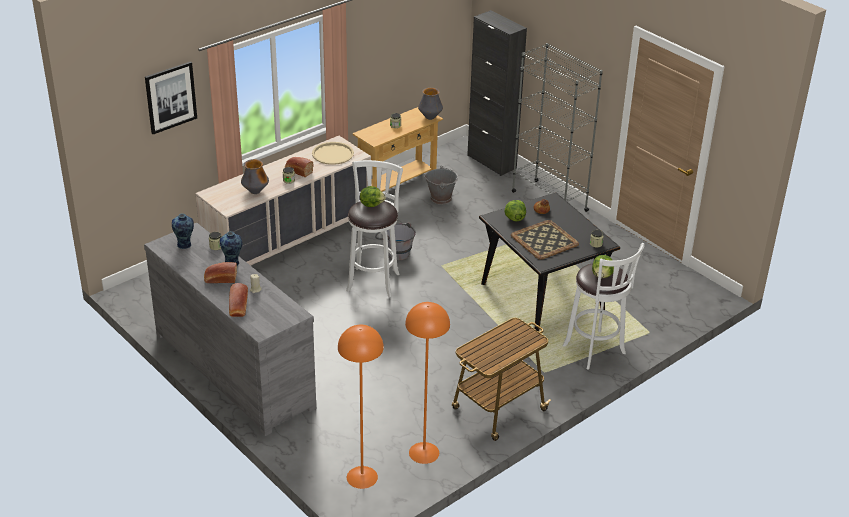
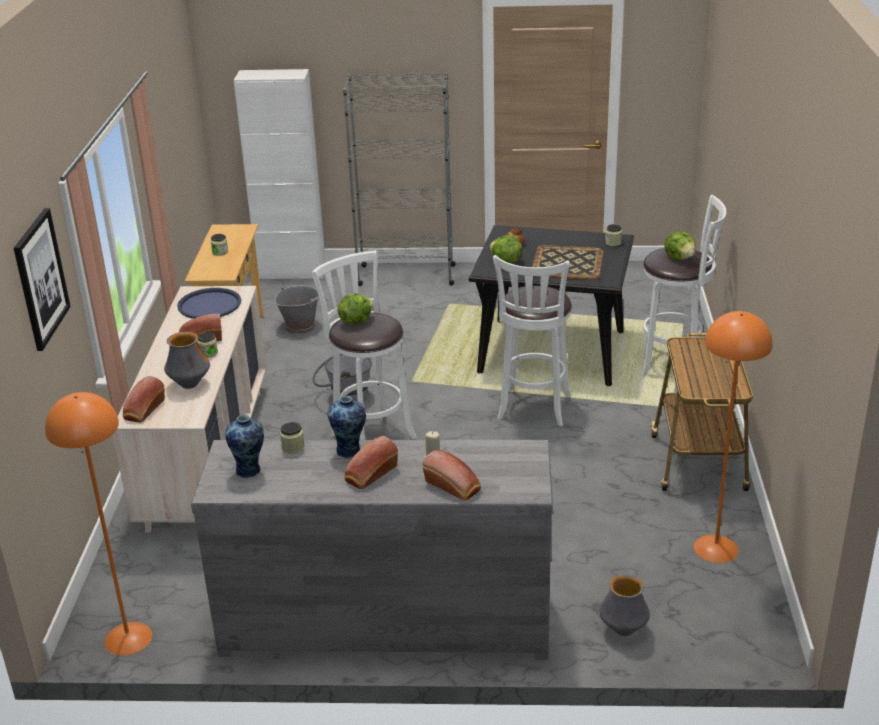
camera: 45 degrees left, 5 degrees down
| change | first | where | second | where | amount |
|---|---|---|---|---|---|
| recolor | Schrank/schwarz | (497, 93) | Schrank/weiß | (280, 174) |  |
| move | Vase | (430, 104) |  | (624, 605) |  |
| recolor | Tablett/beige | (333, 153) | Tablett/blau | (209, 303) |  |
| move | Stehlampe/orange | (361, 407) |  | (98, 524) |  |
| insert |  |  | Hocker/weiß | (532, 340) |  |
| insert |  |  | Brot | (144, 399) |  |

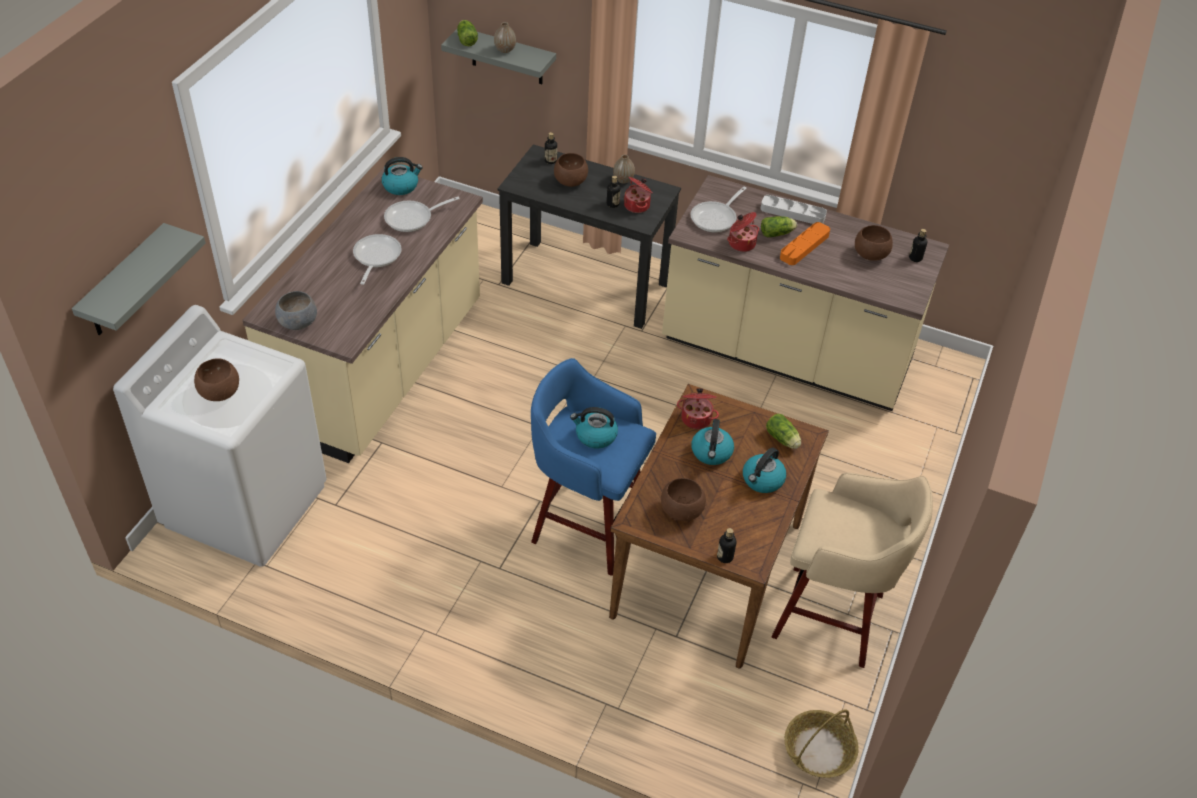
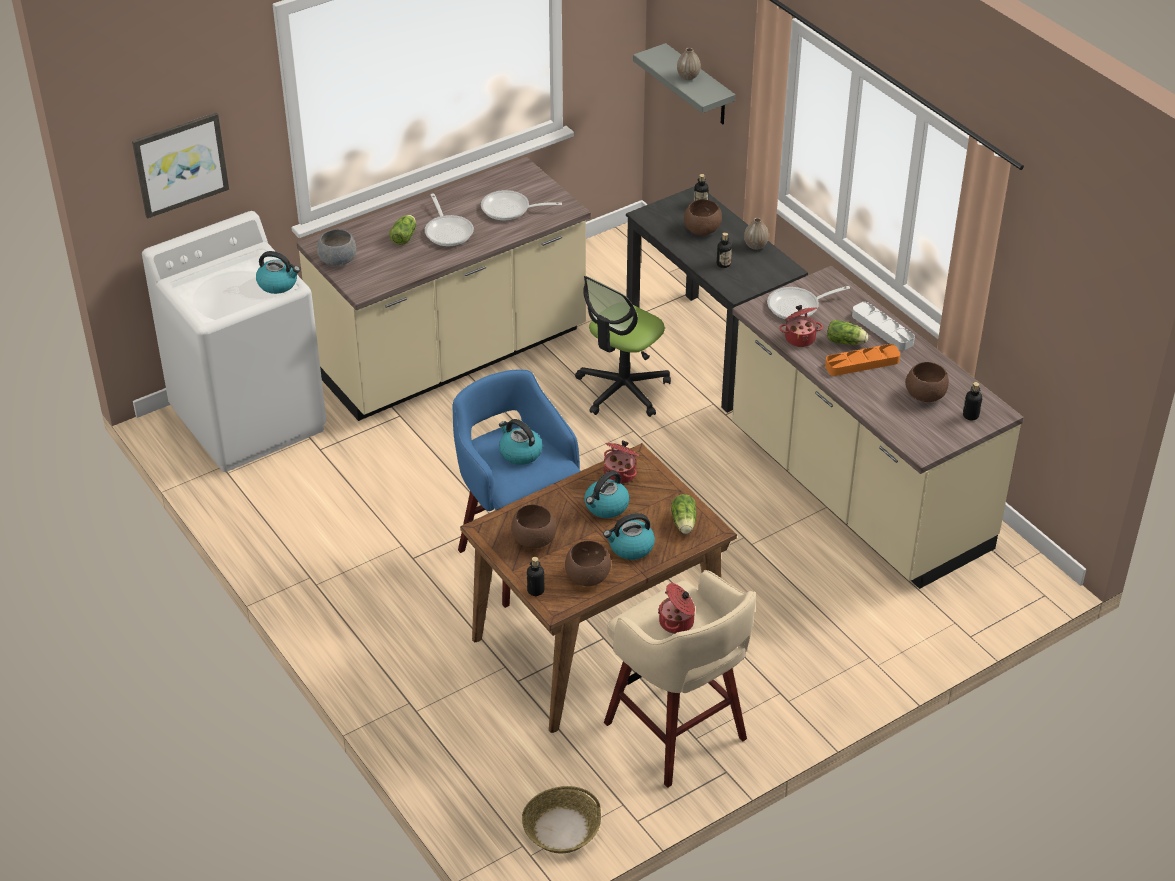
camera: 35 degrees right, 5 degrees down
| change | first | where | second | where | amount |
|---|---|---|---|---|---|
| move | Salatkopf | (467, 33) |  | (402, 230) |  |
| move | Wasserkessel | (402, 176) |  | (278, 272) |  |
| move | Kochtopf | (638, 195) |  | (676, 608) |  |
| replace | Wandregal/grau | (139, 279) | Bild | (180, 166) |  |
| rotate | Pfanne | (377, 259) |  | (449, 220) | 120 degrees clockwise |
| move | Schüssel/braun | (216, 379) |  | (588, 563) |  |
| insert |  |  | Bürostuhl | (623, 346) |  |

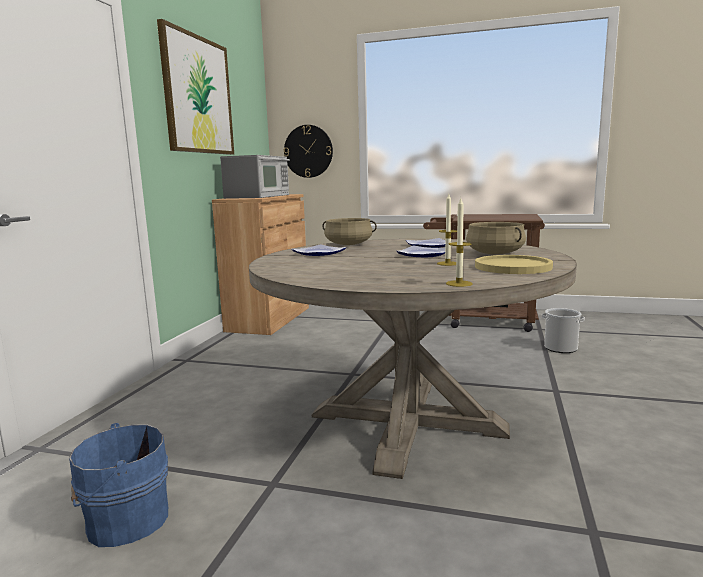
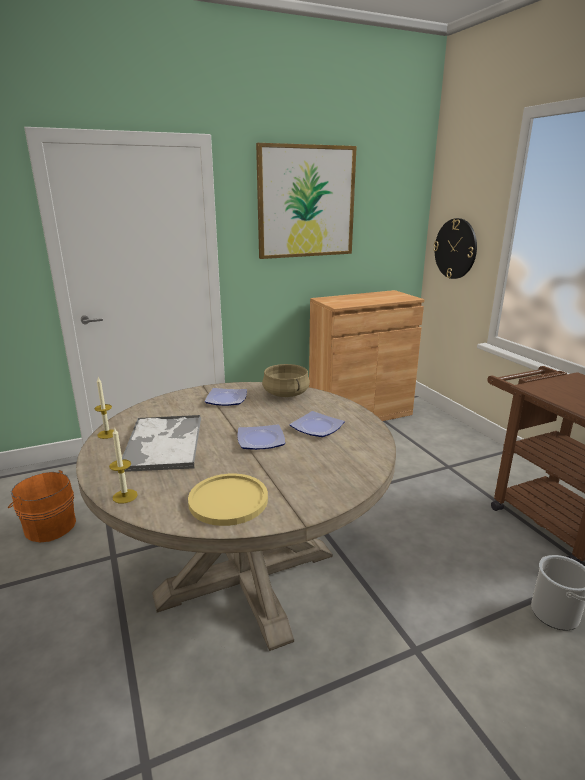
camera: 50 degrees right, 10 degrees up
| change | first | where | second | where | amount |
|---|---|---|---|---|---|
| delete | Mikrowelle | (255, 177) |  |  |  |
| move | Kerze | (447, 230) |  | (104, 408) |  |
| delete | Kochtopf/beige | (496, 238) |  |  |  |
| recolor | Eimer/blau | (118, 485) | Eimer/orange | (42, 506) |  |
| insert |  |  | Tablett | (161, 443) |  |

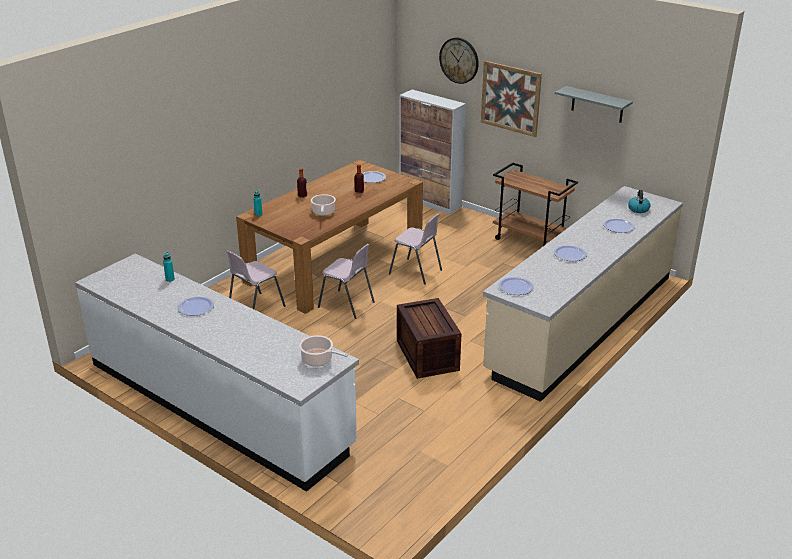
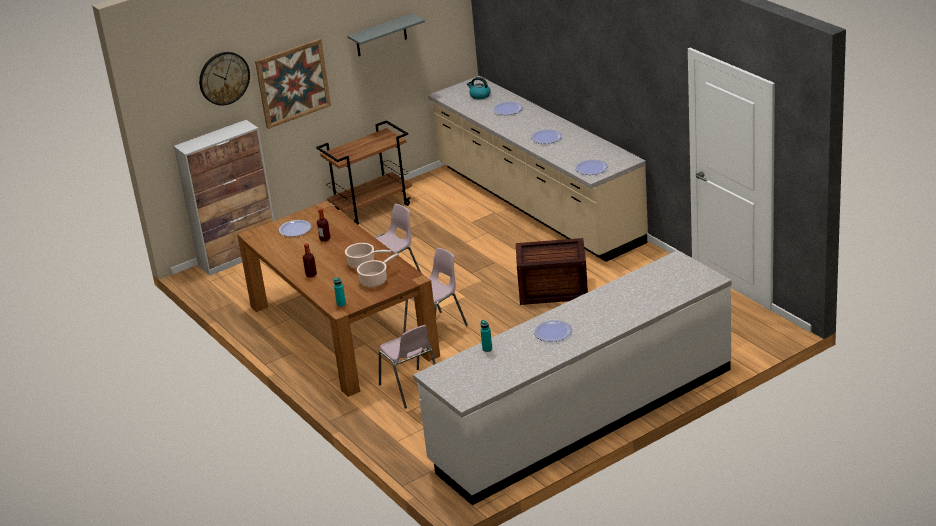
camera: 70 degrees left, 0 degrees up
| change | first | where | second | where | amount |
|---|---|---|---|---|---|
| move | Kochtopf | (323, 351) |  | (378, 270) |  |

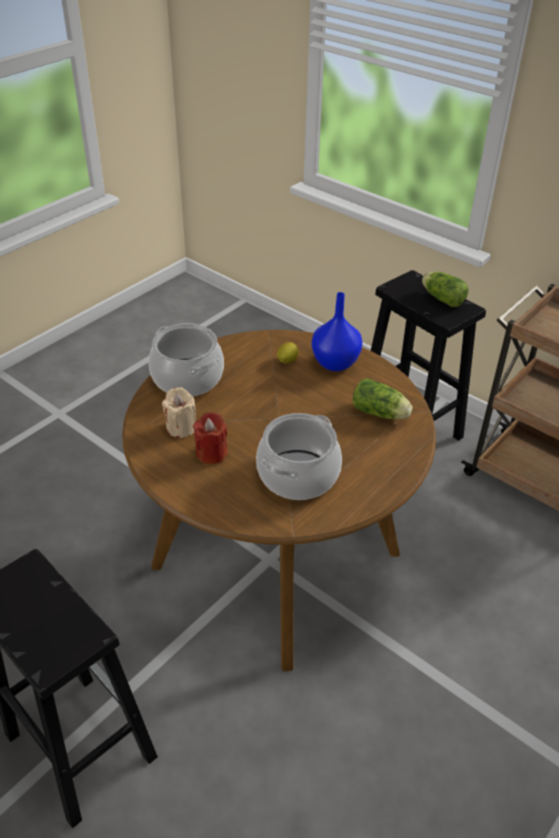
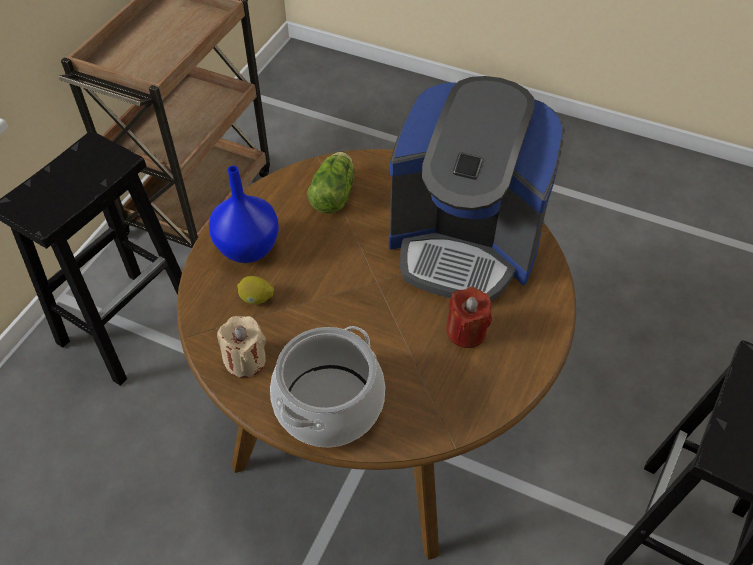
camera: 105 degrees left, 10 degrees up
| change | first | where | second | where | amount |
|---|---|---|---|---|---|
| delete | Salatkopf | (445, 289) |  |  |  |
| move | Kerze/beige | (179, 412) |  | (241, 347) |  |
| replace | Kochtopf | (299, 456) | Kaffeemaschine | (477, 188) |  |

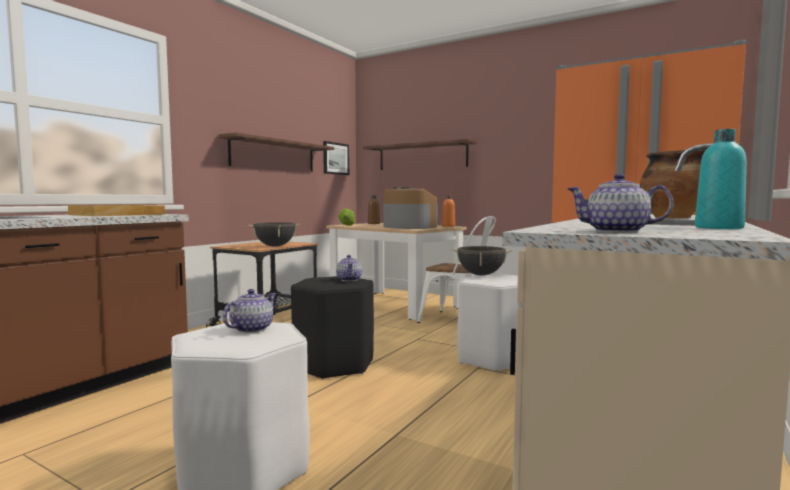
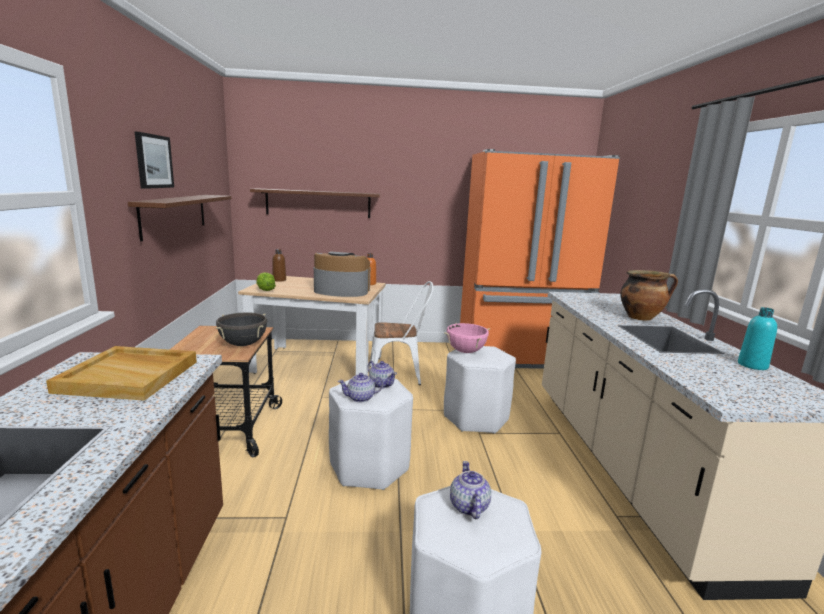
camera: 35 degrees left, 10 degrees up
| change | first | where | second | where | amount |
|---|---|---|---|---|---|
| move | Bild | (336, 158) |  | (154, 160) |  |
| move | Teekanne | (620, 203) |  | (361, 387) |  |
| recolor | Kochtopf/schwarz | (482, 261) | Kochtopf/rosa | (467, 338) |  |
| recolor | Hocker/schwarz | (332, 327) | Hocker/weiß | (371, 434) |  |

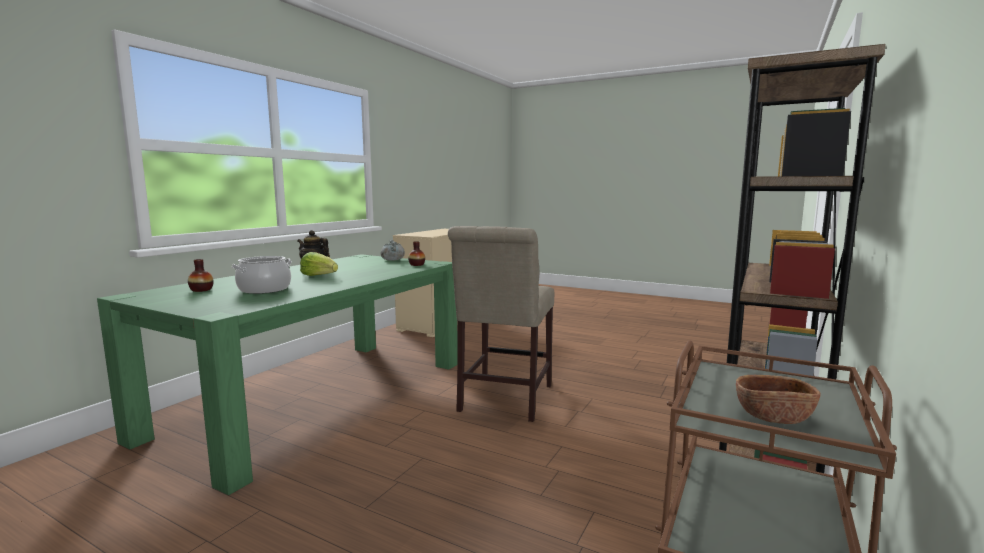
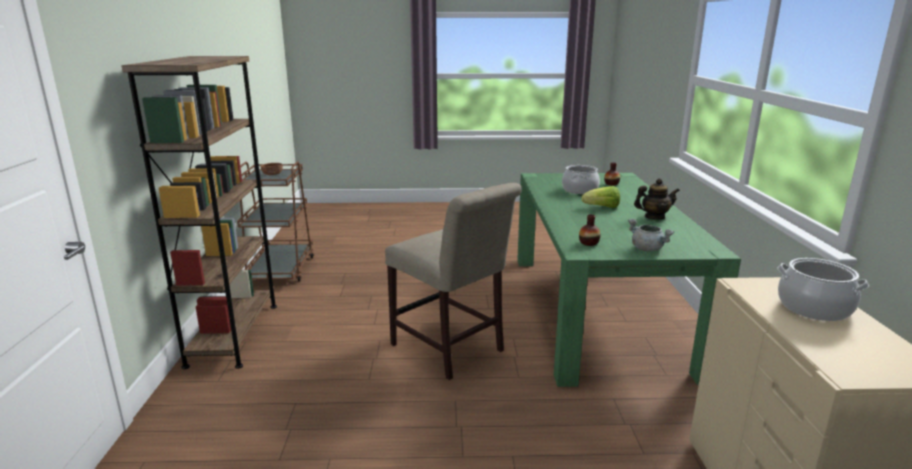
camera: 150 degrees right, 10 degrees up
| change | first | where | second | where | amount |
|---|---|---|---|---|---|
| rotate | Stuhl/beige | (501, 324) |  | (453, 281) | 150 degrees clockwise |
| insert |  |  | Kochtopf | (823, 289) |  |

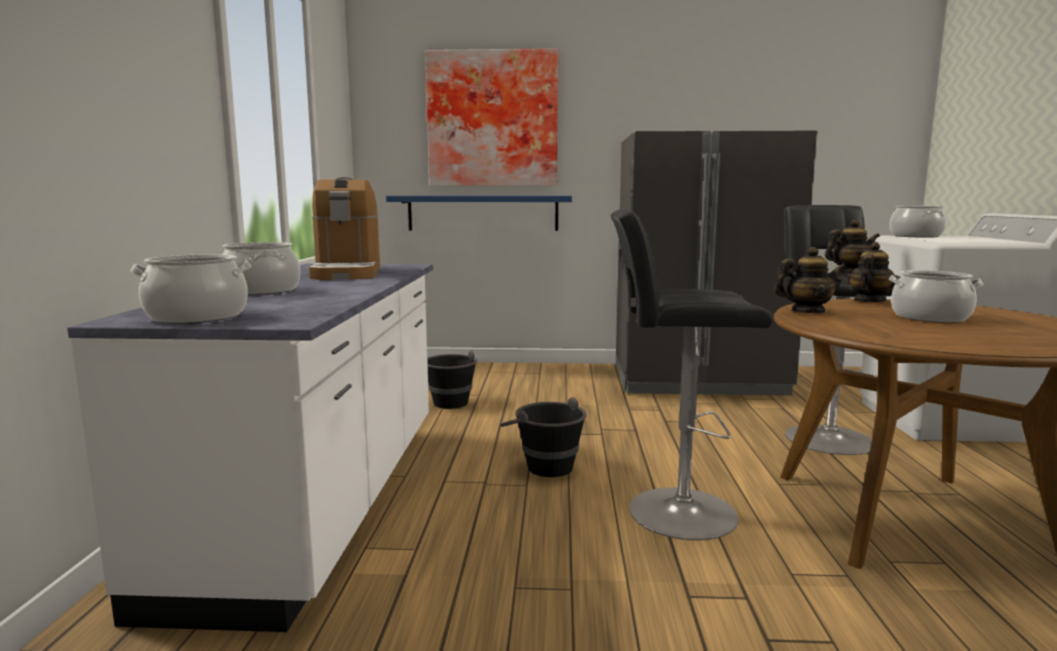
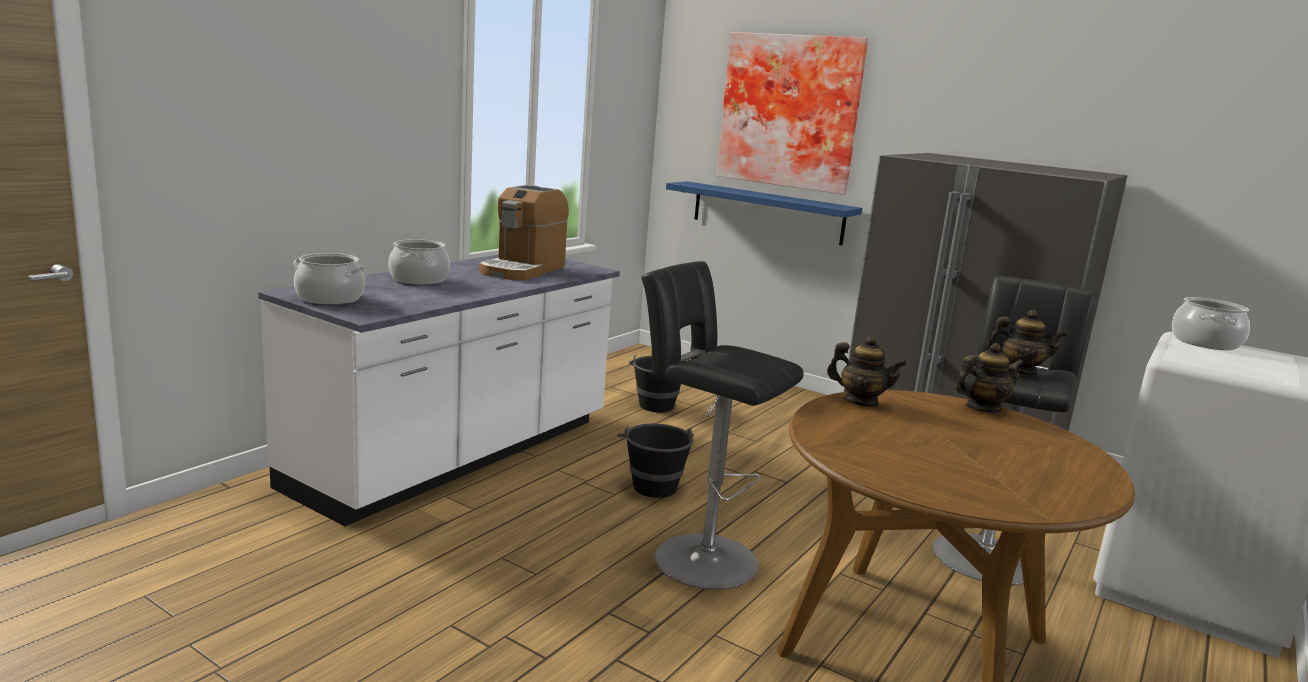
camera: 30 degrees right, 5 degrees up
| change | first | where | second | where | amount |
|---|---|---|---|---|---|
| delete | Kochtopf | (936, 296) |  |  |  |

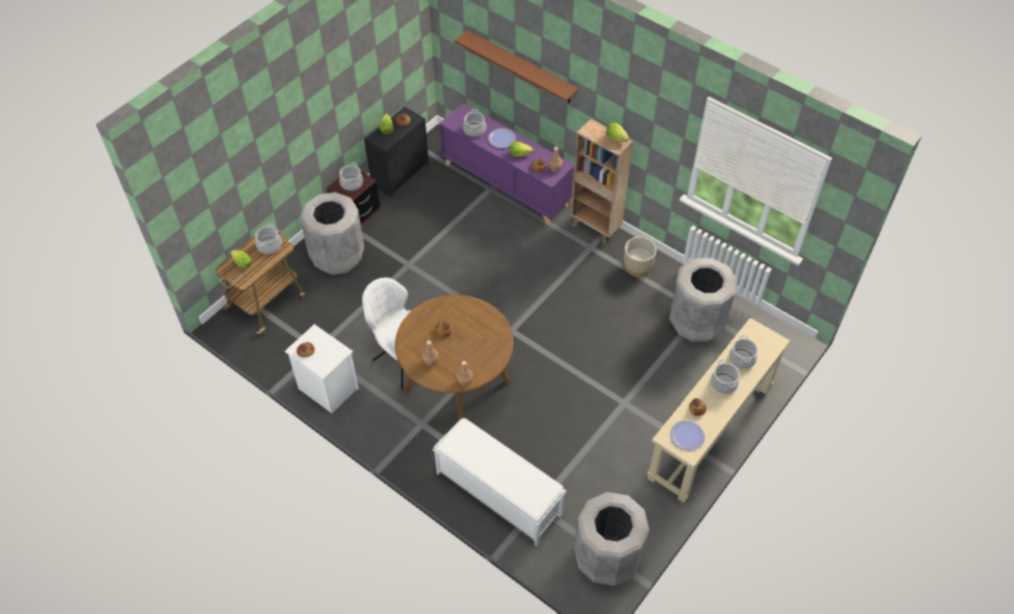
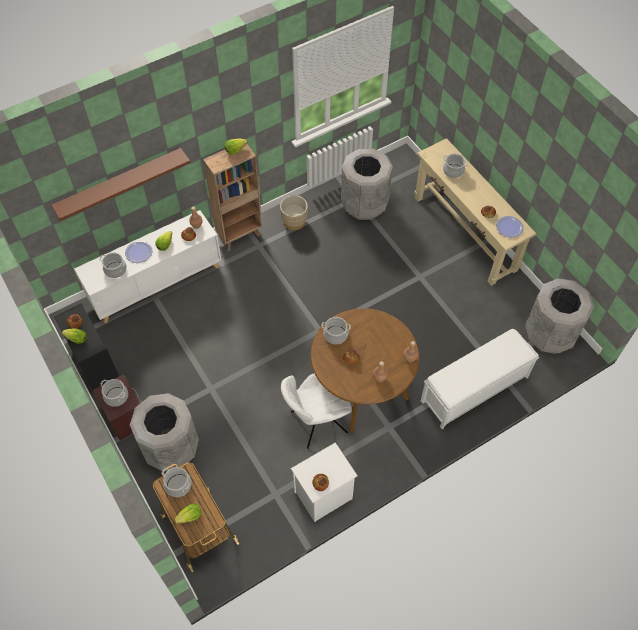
camera: 70 degrees left, 5 degrees up
| change | first | where | second | where | amount |
|---|---|---|---|---|---|
| recolor | Schrank/lila | (506, 164) | Schrank/weiß | (148, 266) |  |
| move | Kochtopf | (725, 377) |  | (336, 330) |  |

